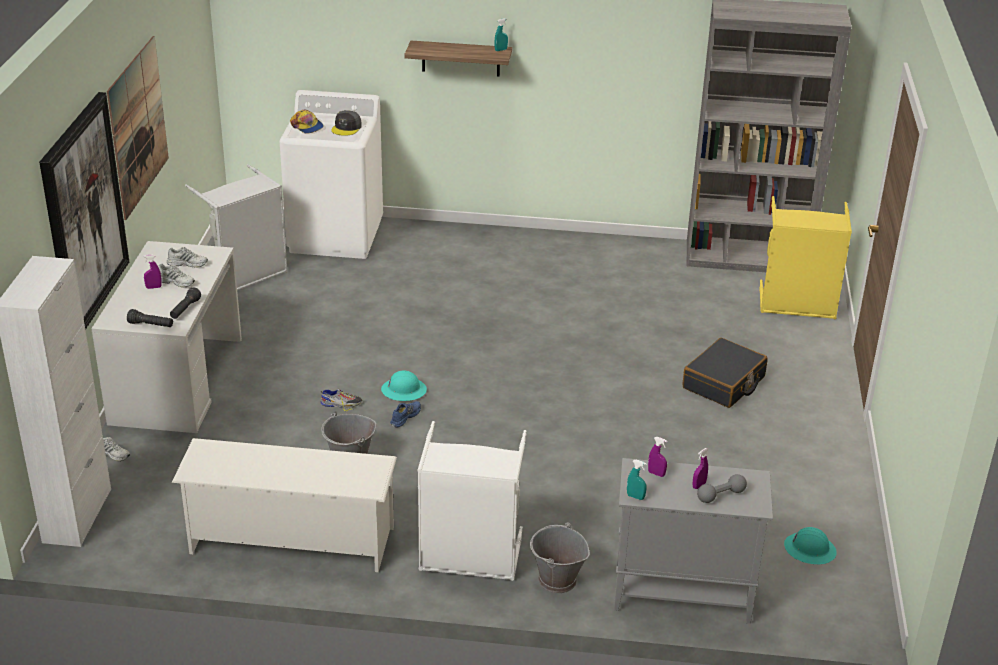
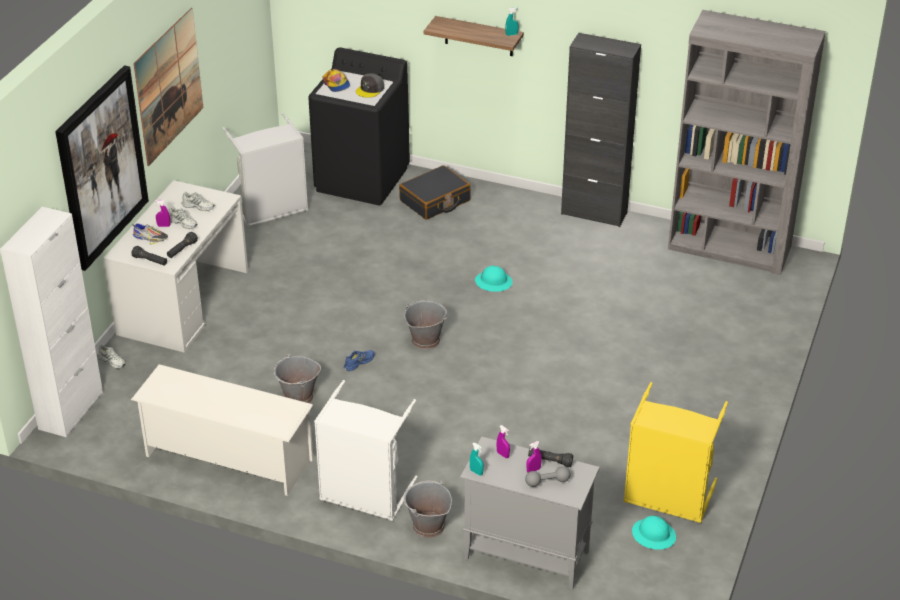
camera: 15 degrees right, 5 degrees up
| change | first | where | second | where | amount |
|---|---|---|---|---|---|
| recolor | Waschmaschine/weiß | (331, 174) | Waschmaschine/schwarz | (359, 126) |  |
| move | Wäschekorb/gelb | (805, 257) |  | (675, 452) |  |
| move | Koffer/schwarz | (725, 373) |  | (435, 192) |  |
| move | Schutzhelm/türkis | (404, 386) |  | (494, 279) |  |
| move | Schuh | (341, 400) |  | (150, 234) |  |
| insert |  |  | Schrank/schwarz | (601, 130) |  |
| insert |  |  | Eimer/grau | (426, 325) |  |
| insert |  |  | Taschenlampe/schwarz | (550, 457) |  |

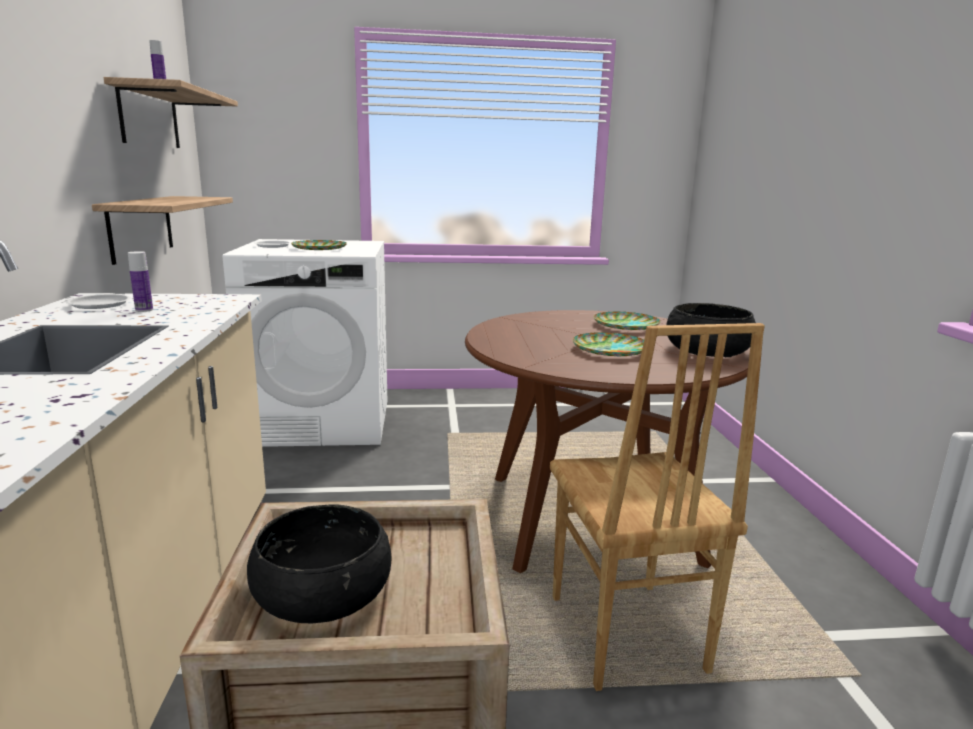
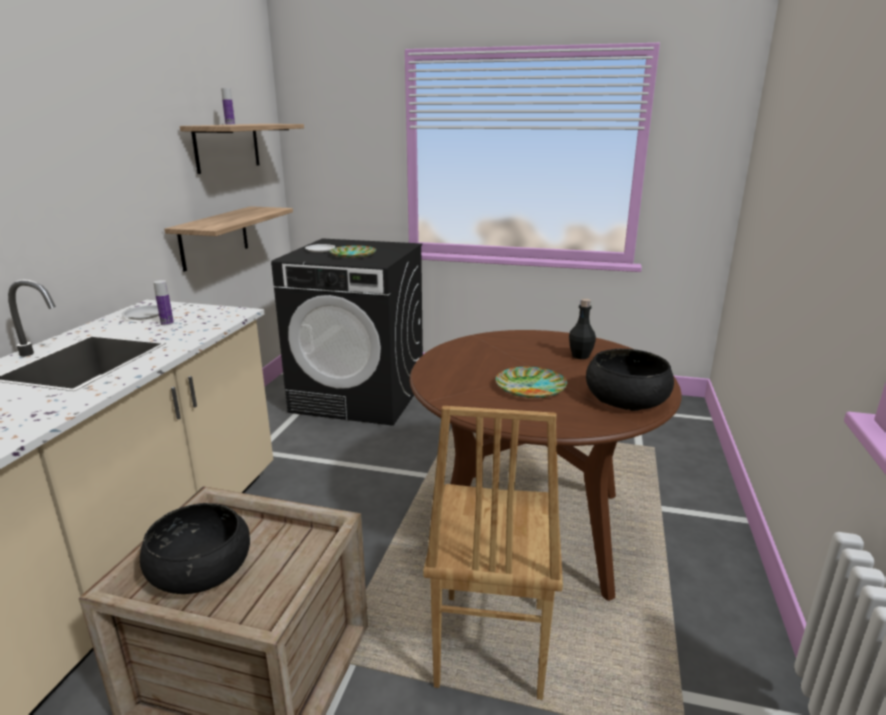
camera: 20 degrees right, 5 degrees up
| change | first | where | second | where | amount |
|---|---|---|---|---|---|
| recolor | Waschmaschine/weiß | (305, 343) | Waschmaschine/schwarz | (347, 332) |  |
| replace | Teller | (627, 321) | Flasche/schwarz | (582, 329) |  |

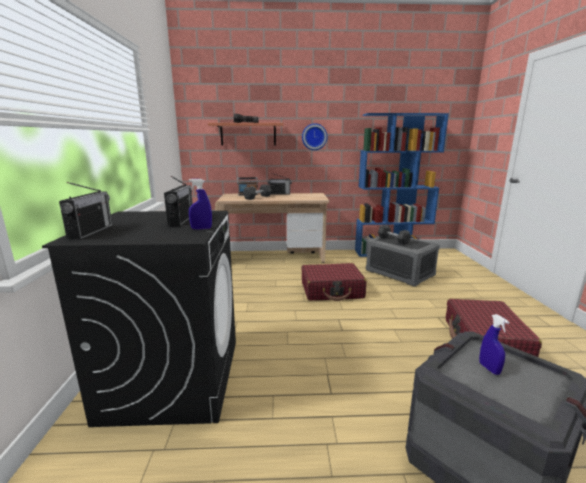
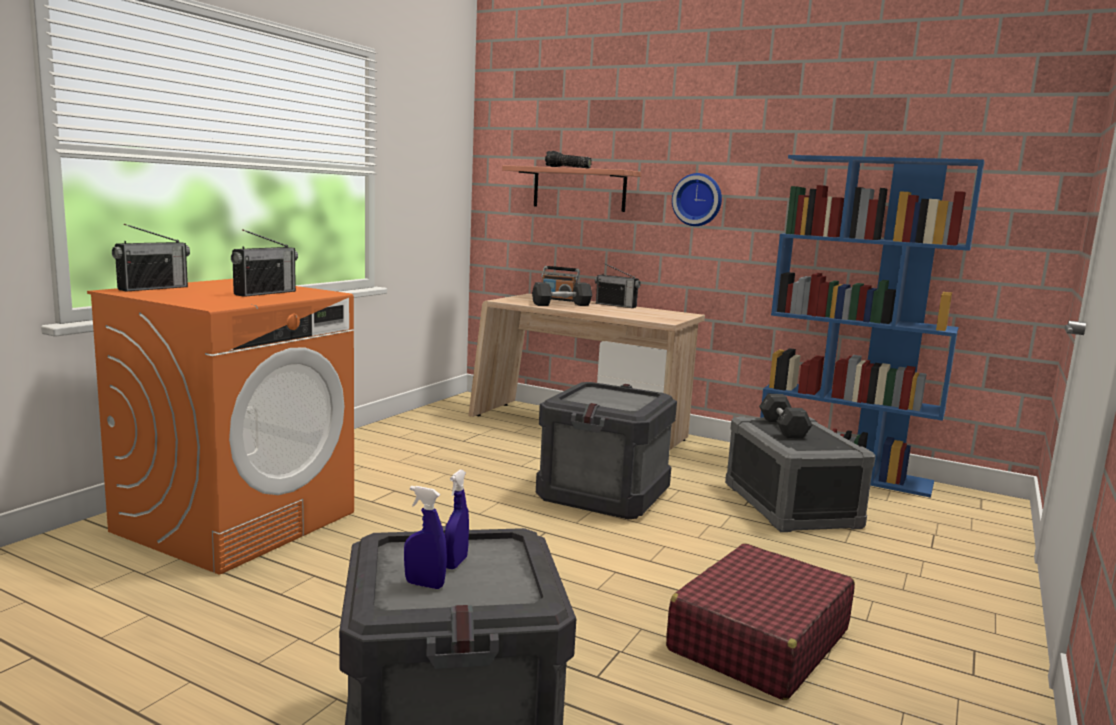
camera: 30 degrees right, 5 degrees down
| change | first | where | second | where | amount |
|---|---|---|---|---|---|
| move | Sprühflasche/blau | (200, 204) |  | (425, 537) |  |
| recolor | Waschmaschine/schwarz | (139, 319) | Waschmaschine/orange | (220, 427) |  |
| replace | Koffer/rot | (333, 282) | Kiste | (606, 450) |  |

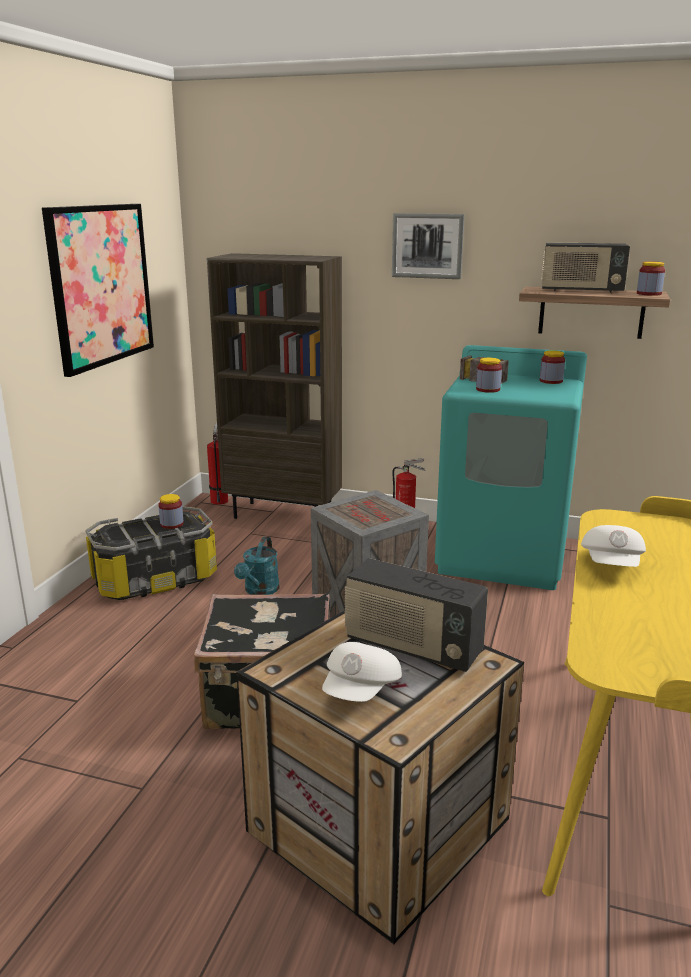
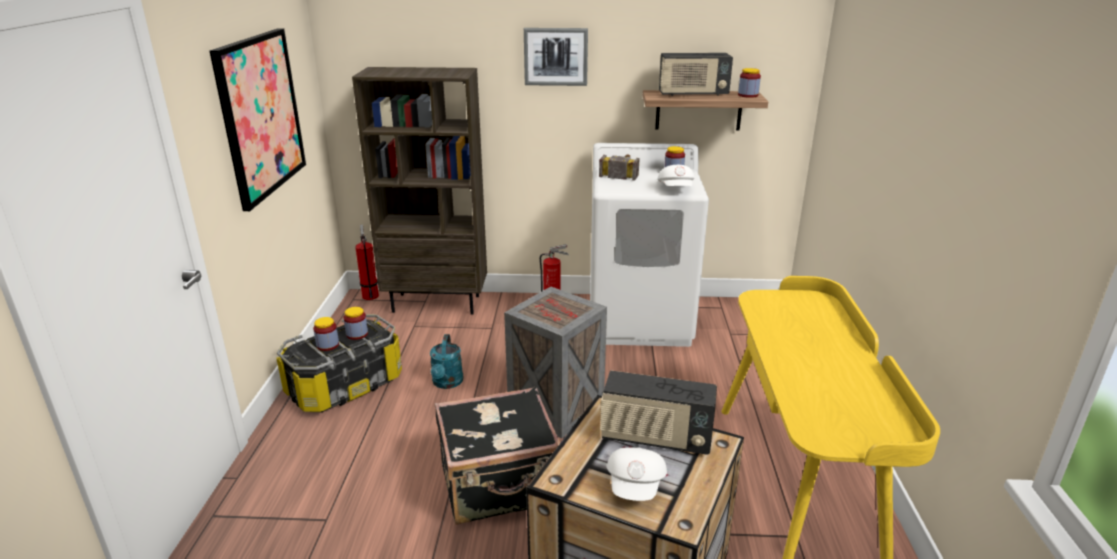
camera: 15 degrees left, 5 degrees up
| change | first | where | second | where | amount |
|---|---|---|---|---|---|
| recolor | Waschmaschine/türkis | (511, 467) | Waschmaschine/weiß | (649, 245) |  |
| move | Vorratsglas | (489, 375) |  | (326, 334) |  |
| move | Kappe/weiß | (613, 546) |  | (676, 175) |  |

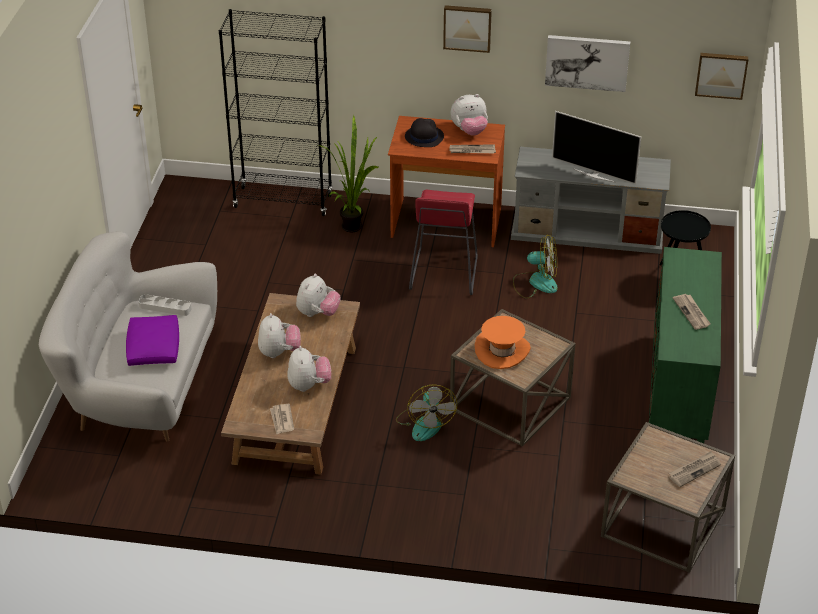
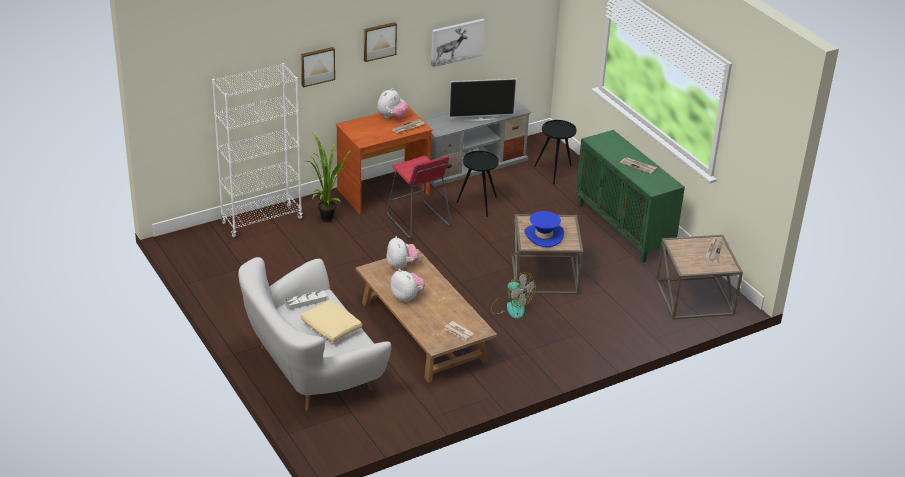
camera: 40 degrees left, 5 degrees down
| change | first | where | second | where | amount |
|---|---|---|---|---|---|
| recolor | Bücherregal/schwarz | (276, 112) | Bücherregal/weiß | (257, 150) |  |
| move | Bild | (722, 76) |  | (318, 67) |  |
| delete | Hut/schwarz | (424, 132) |  |  |  |
| replace | Ventilator | (535, 267) | Beistelltisch/schwarz | (477, 184) |  |
| recolor | Kissen/lila | (152, 340) | Kissen/beige | (331, 321) |  |
| recolor | Hut/orange | (503, 342) | Hut/blau | (544, 229) |  |
| delete | Plüschtier | (309, 369) |  |  |  |

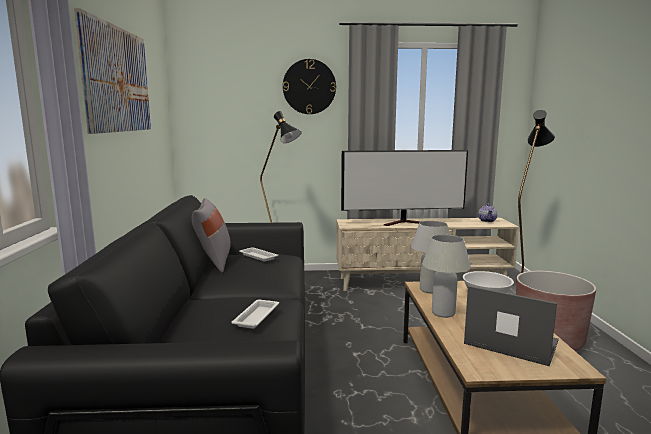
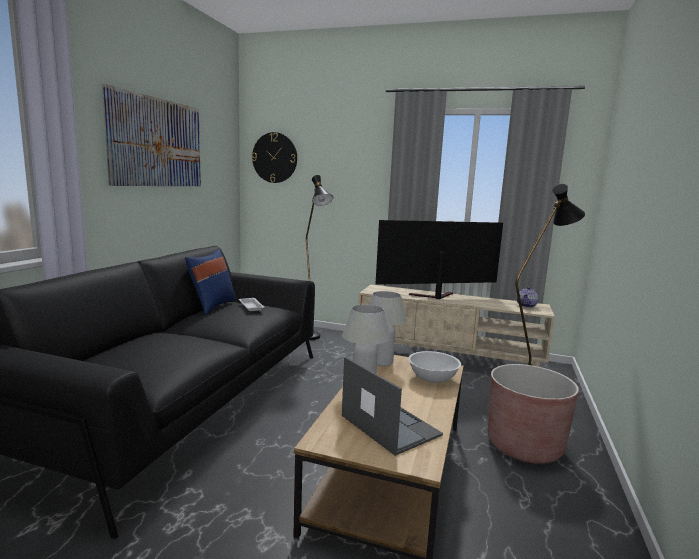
camera: 20 degrees right, 0 degrees up
| change | first | where | second | where | amount |
|---|---|---|---|---|---|
| move | Wanduhr | (309, 86) |  | (274, 157) |  |
| rotate | Fernseher | (404, 188) |  | (439, 259) | 150 degrees clockwise |
| recolor | Kissen/grau | (211, 235) | Kissen/blau | (210, 282) |  |
| delete | Tablett/weiß | (255, 314) |  |  |  |

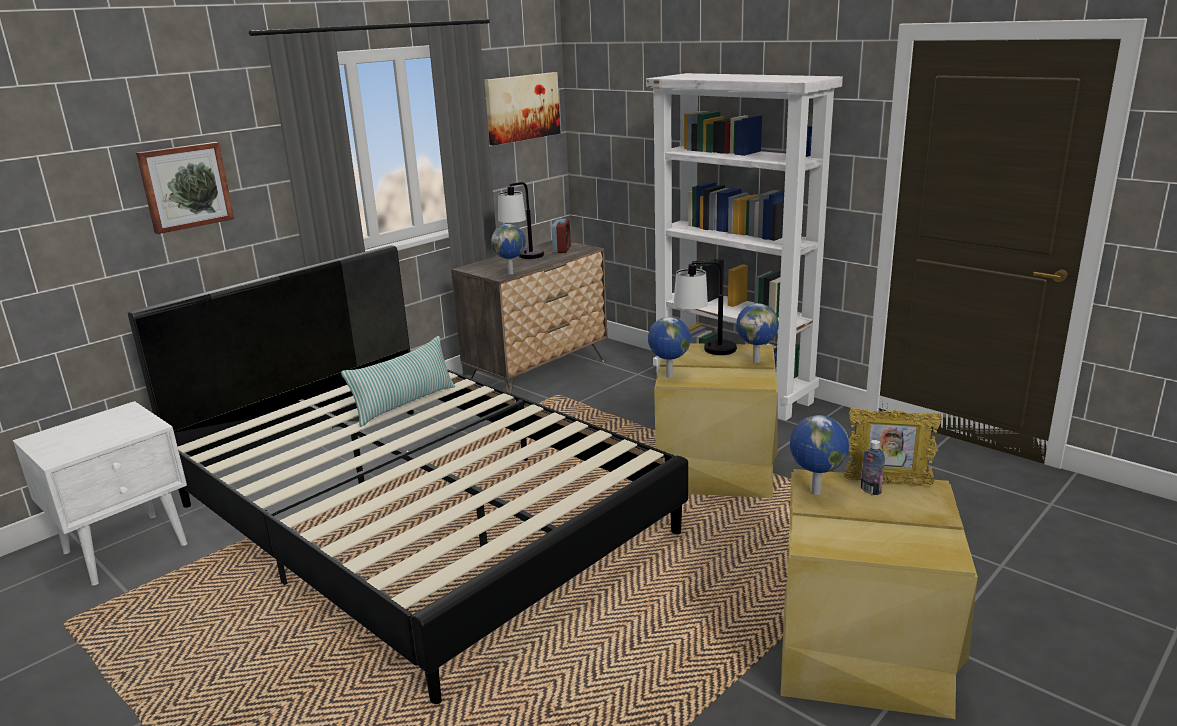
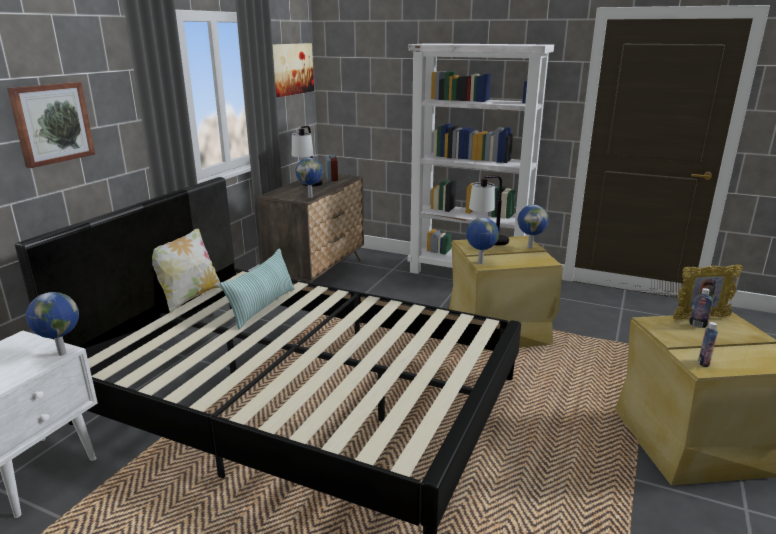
camera: 20 degrees left, 0 degrees up
| change | first | where | second | where | amount |
|---|---|---|---|---|---|
| move | Globus | (819, 455) |  | (52, 324) |  |
| insert |  |  | Kissen | (186, 271) |  |
| insert |  |  | Flasche | (708, 344) |  |

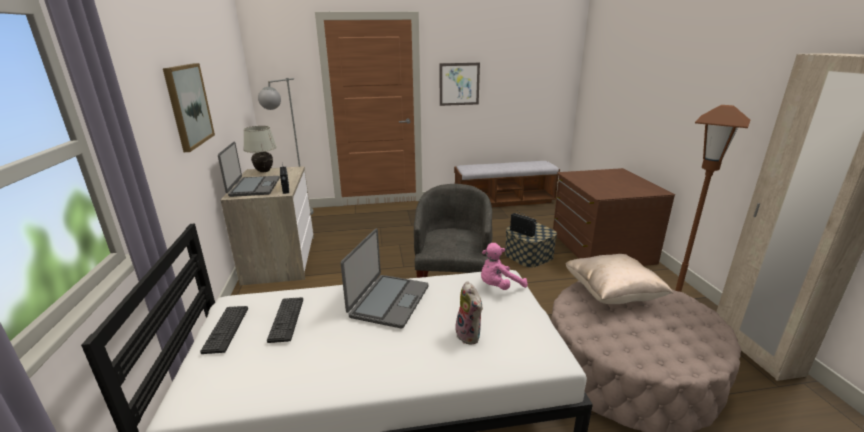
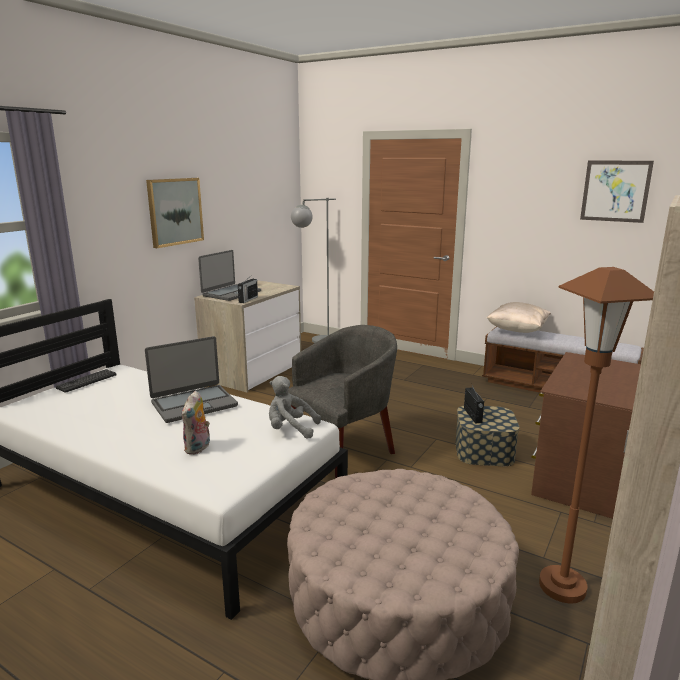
camera: 40 degrees right, 5 degrees down
| change | first | where | second | where | amount |
|---|---|---|---|---|---|
| move | Bild | (460, 84) |  | (617, 191) |  |
| delete | Tischlampe/weiß | (260, 149) |  |  |  |
| recolor | Plüschtier/rosa | (504, 266) | Plüschtier/grau | (295, 407) |  |
| move | Kissen/beige | (619, 279) |  | (518, 317) |  |
| delete | Tastatur | (285, 320) |  |  |  |

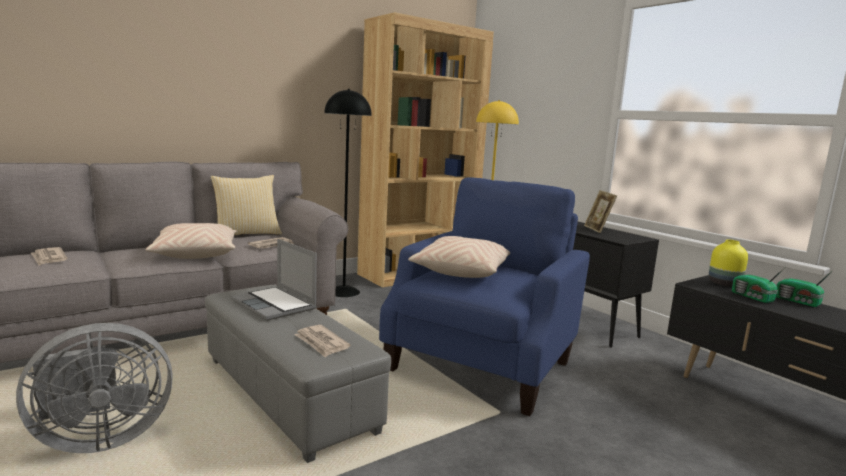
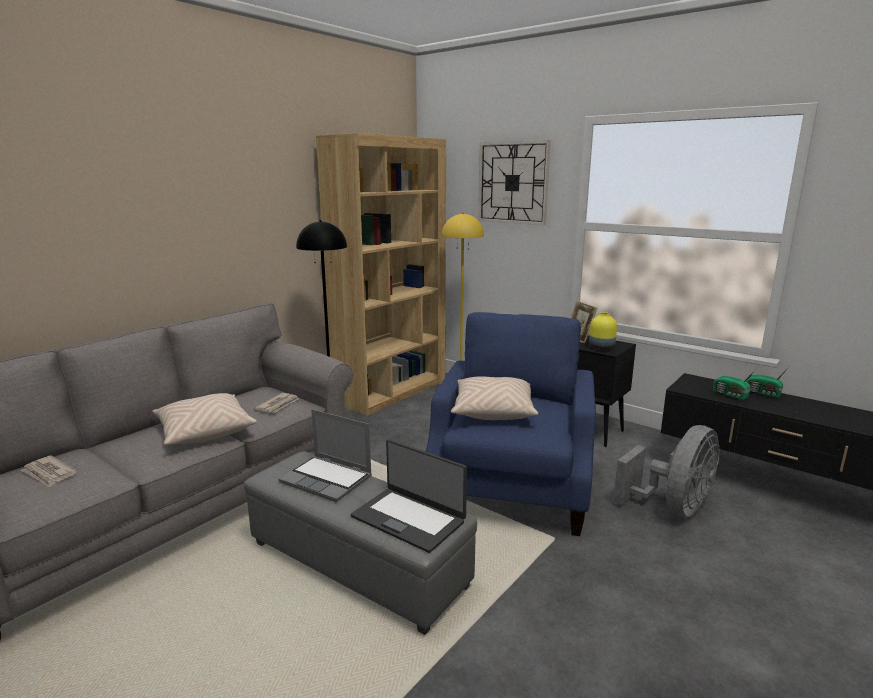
camera: 15 degrees left, 5 degrees up
| change | first | where | second | where | amount |
|---|---|---|---|---|---|
| delete | Kissen | (246, 205) |  |  |  |
| move | Vase/gelb | (728, 263) |  | (603, 331) |  |
| move | Ventilator/grau | (94, 388) |  | (666, 471) |  |
| replace | Zeitung | (322, 341) | Laptop | (409, 496) |  |
| insert |  |  | Wanduhr | (514, 182) |  |

